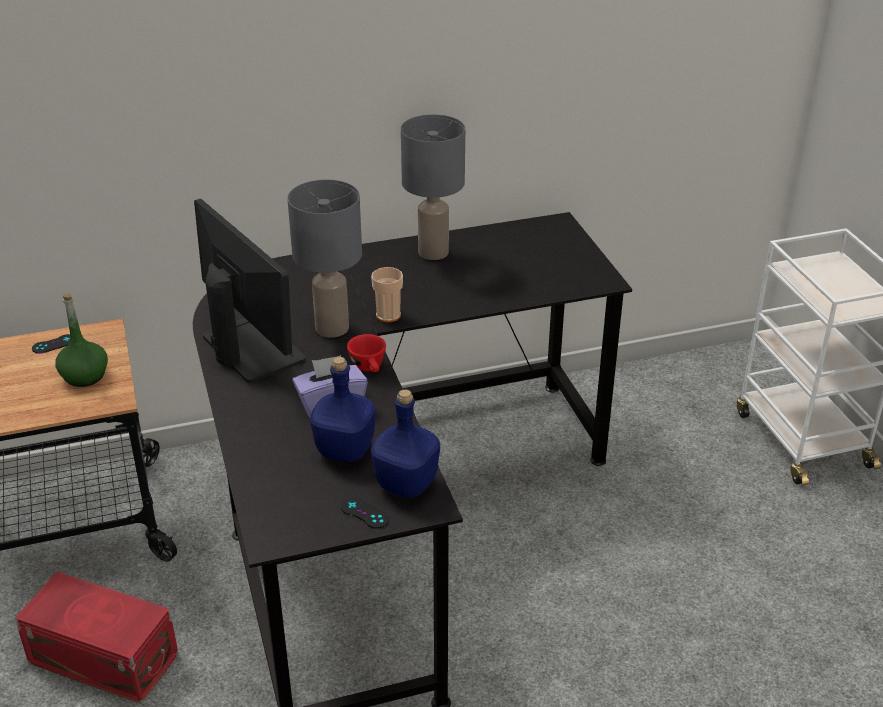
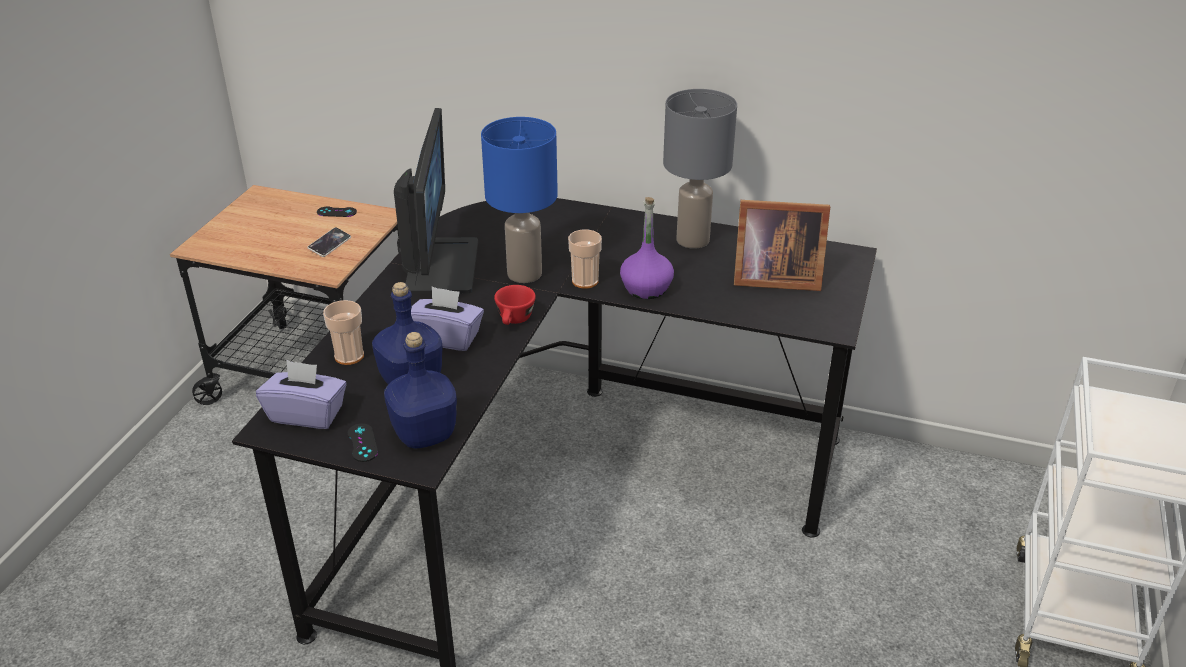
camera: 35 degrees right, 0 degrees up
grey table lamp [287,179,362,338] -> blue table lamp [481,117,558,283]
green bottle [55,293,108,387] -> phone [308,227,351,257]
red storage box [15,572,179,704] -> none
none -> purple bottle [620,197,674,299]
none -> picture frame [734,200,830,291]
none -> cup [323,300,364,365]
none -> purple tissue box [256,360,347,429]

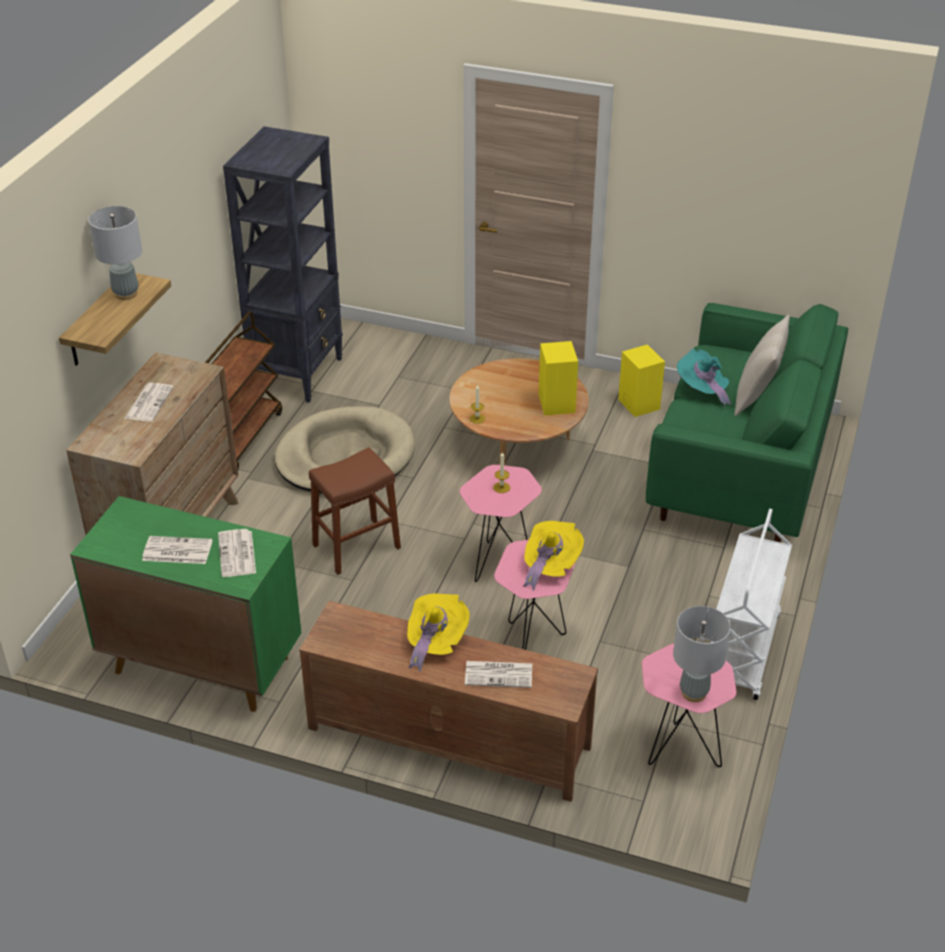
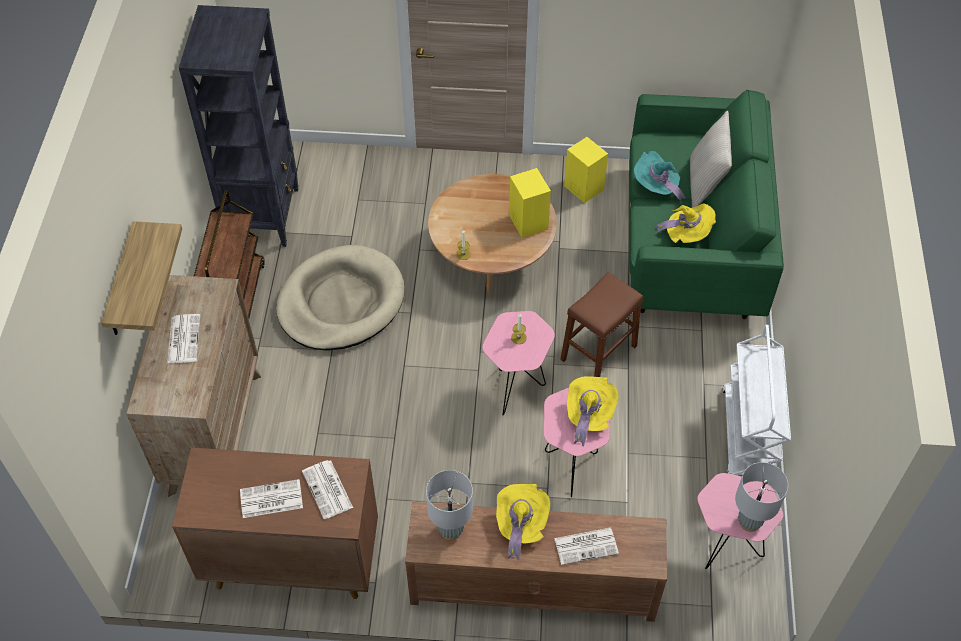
camera: 15 degrees left, 15 degrees up
grey table lamp [88,206,142,300] -> grey table lamp [426,470,473,540], relocated
brown stool [309,447,401,575] -> brown stool [560,272,643,377], relocated
green cabinet [70,496,301,712] -> brown cabinet [172,448,378,599]
none -> yellow hat [655,204,716,243]

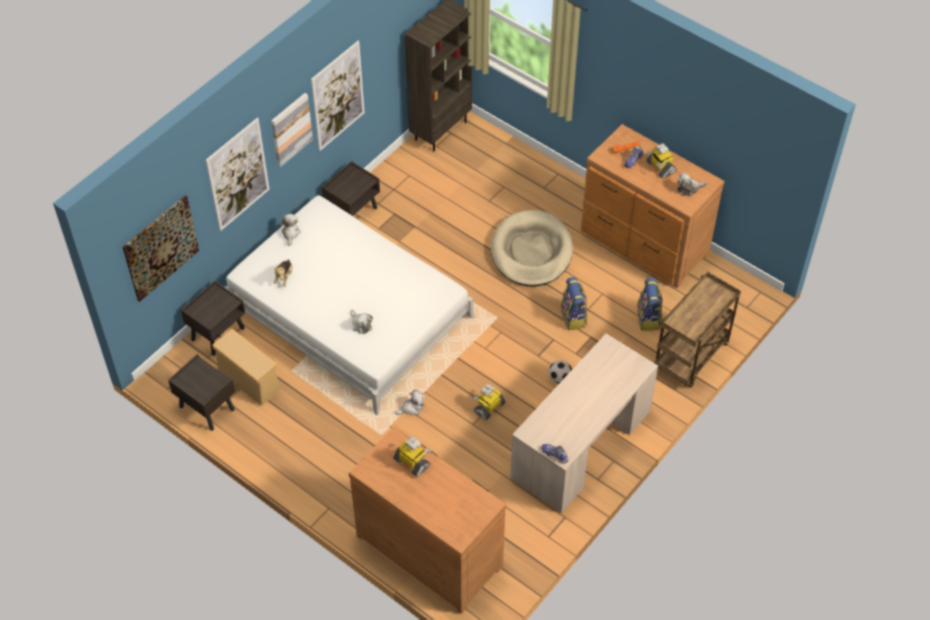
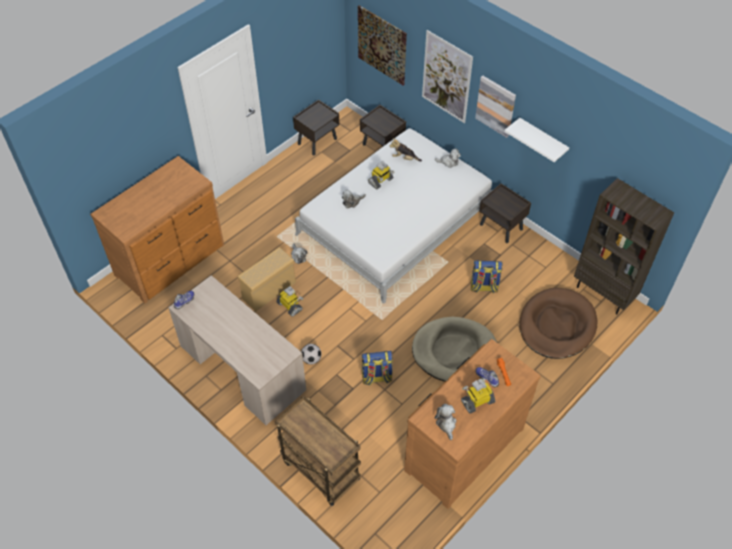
camera: 95 degrees right, 0 degrees up
picture [311,41,365,151] -> white shelf [504,118,569,162]
backpack [637,278,663,331] -> backpack [471,260,503,293], relocated
beige storage box [212,329,281,406] -> beige storage box [238,247,296,311], relocated
toy robot [394,436,431,477] -> toy robot [368,161,394,189], relocated
none -> brown dog bed [519,288,597,359]

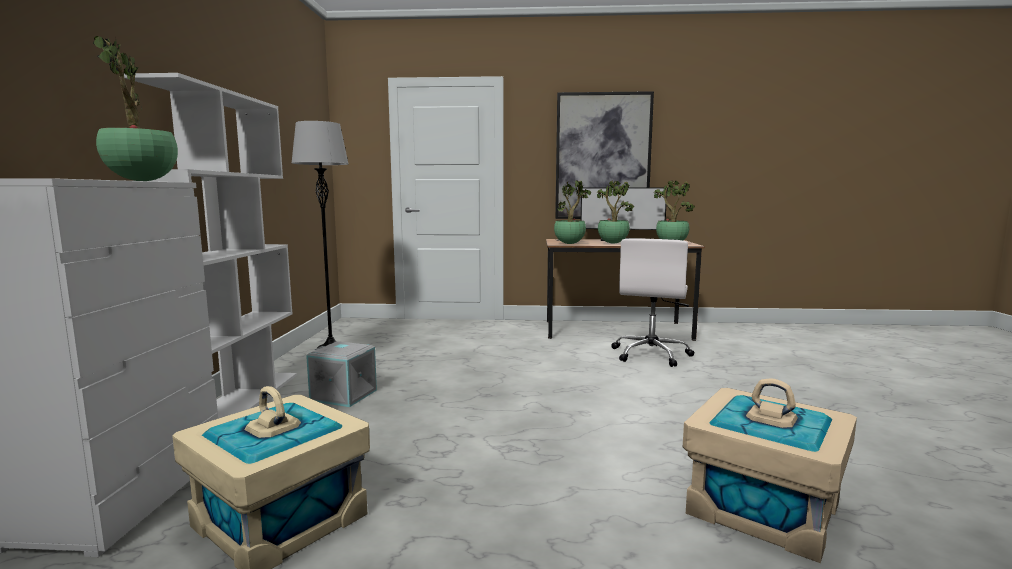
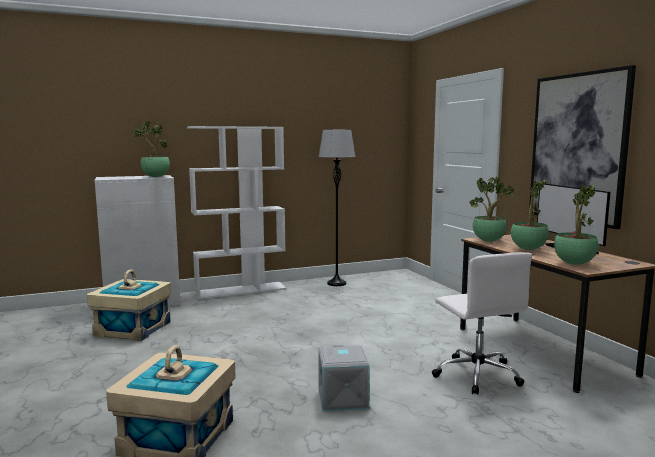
camera: 65 degrees right, 0 degrees up
white office chair [611,238,694,367] -> white office chair [432,252,532,395], 105 degrees counterclockwise
grey storage box [306,341,377,407] -> grey storage box [318,345,369,411], relocated

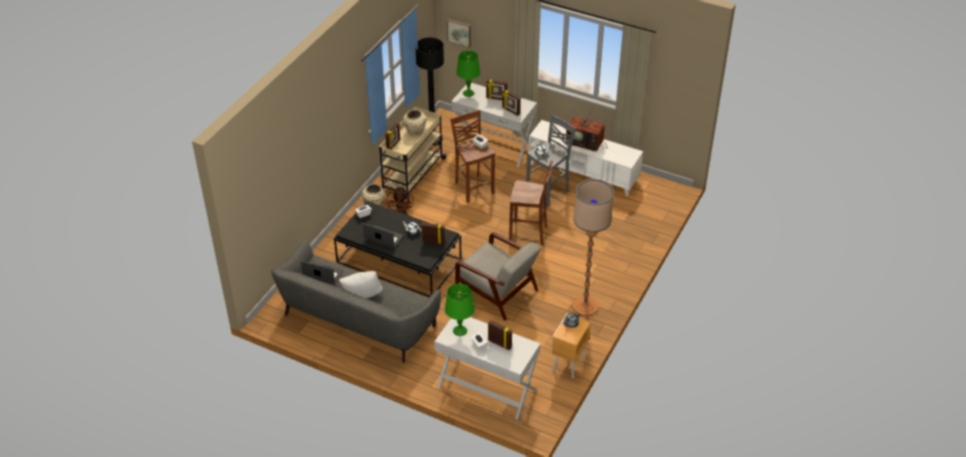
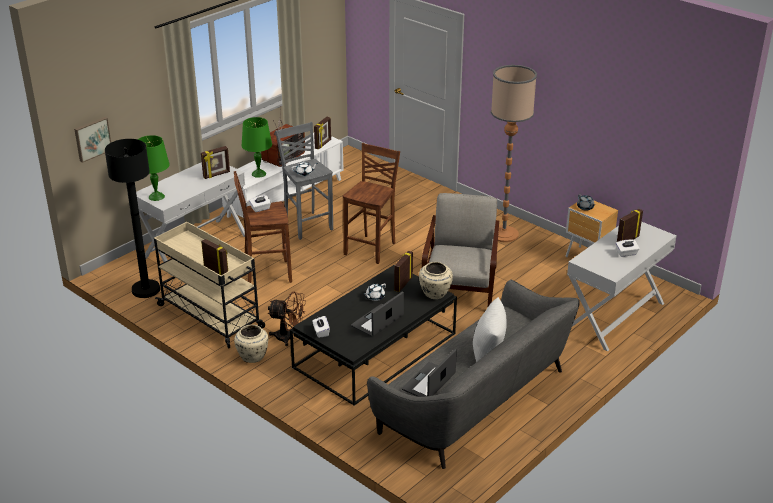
camera: 75 degrees left, 10 degrees down
picture frame [486,79,507,100] -> picture frame [314,117,331,150], relocated
beige vase [403,110,426,136] -> beige vase [419,262,453,299], relocated
grey armchair [455,232,541,320] -> grey armchair [422,193,499,308], 45 degrees counterclockwise
green table lamp [445,284,475,336] -> green table lamp [241,117,272,178], relocated

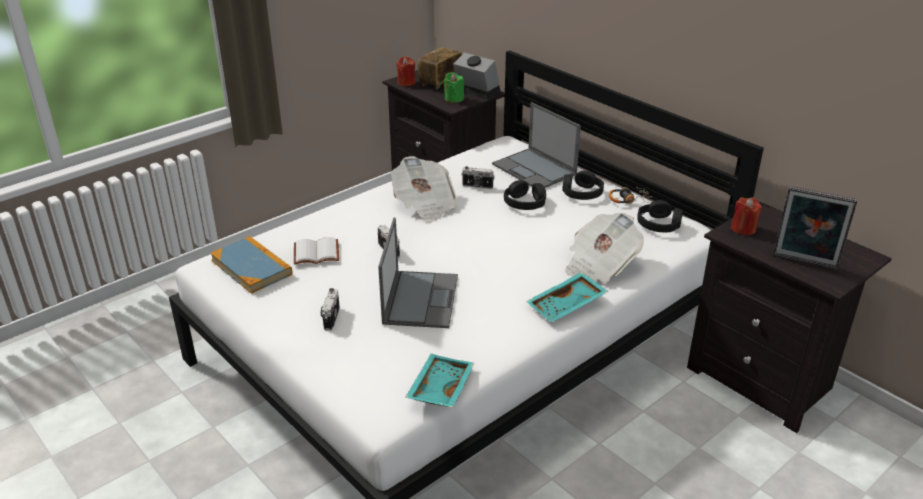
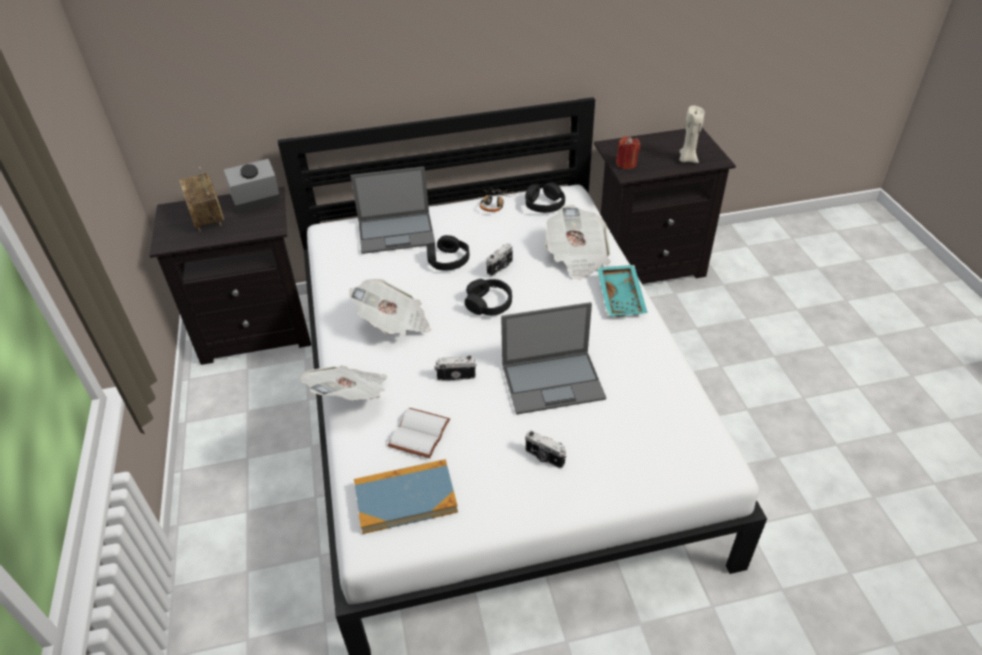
camera: 60 degrees left, 10 degrees up
red candle [396,56,416,86] -> none
green candle [444,72,464,103] -> none
photo camera [461,166,495,189] -> photo camera [486,243,513,276], relocated
black headphones [562,171,604,200] -> black headphones [465,279,512,316], relocated
picture frame [773,186,858,270] -> beige candle [679,106,705,163]
laptop [378,218,458,328] -> laptop [501,302,606,415], 135 degrees clockwise
turquoise tray [405,354,475,408] -> none
none -> newspaper [300,365,387,400]

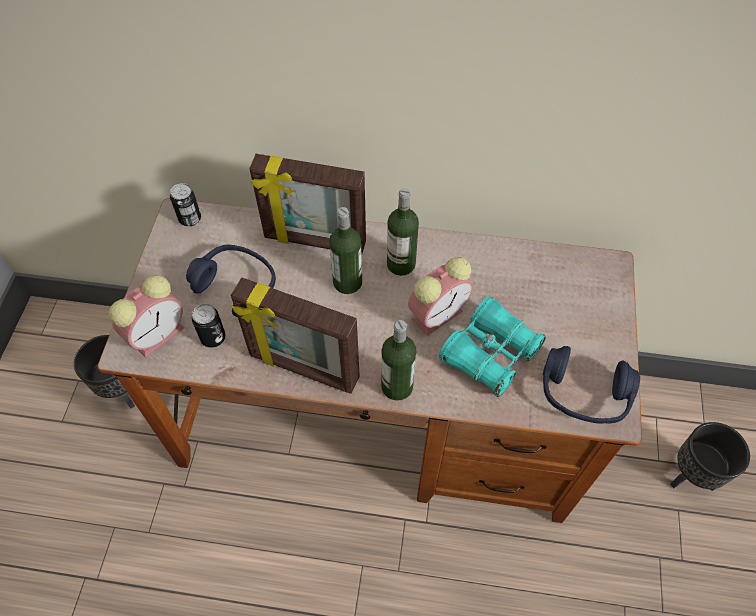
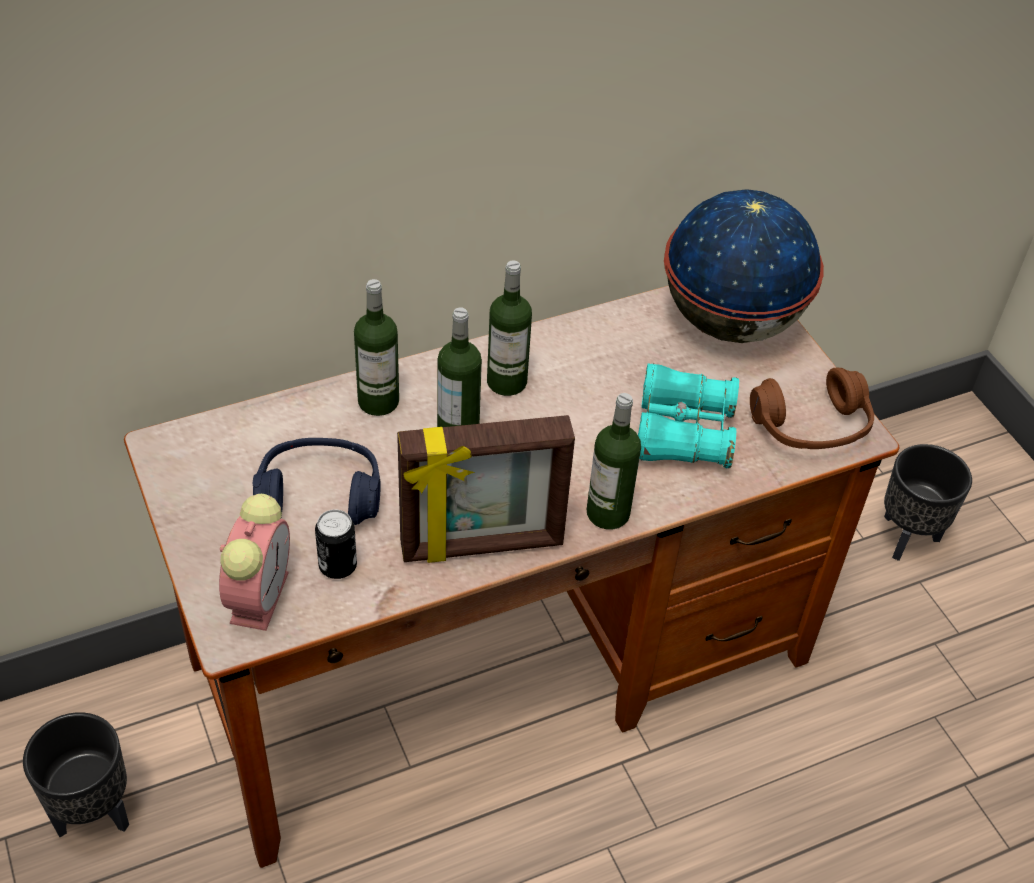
camera: 35 degrees left, 10 degrees down
picture frame [249,154,366,255] -> bottle [354,279,399,416]
can [170,183,201,226] -> none
alarm clock [408,257,473,336] -> none
blue headphones [543,346,640,424] -> brown headphones [750,368,874,449]
none -> globe [664,189,824,343]

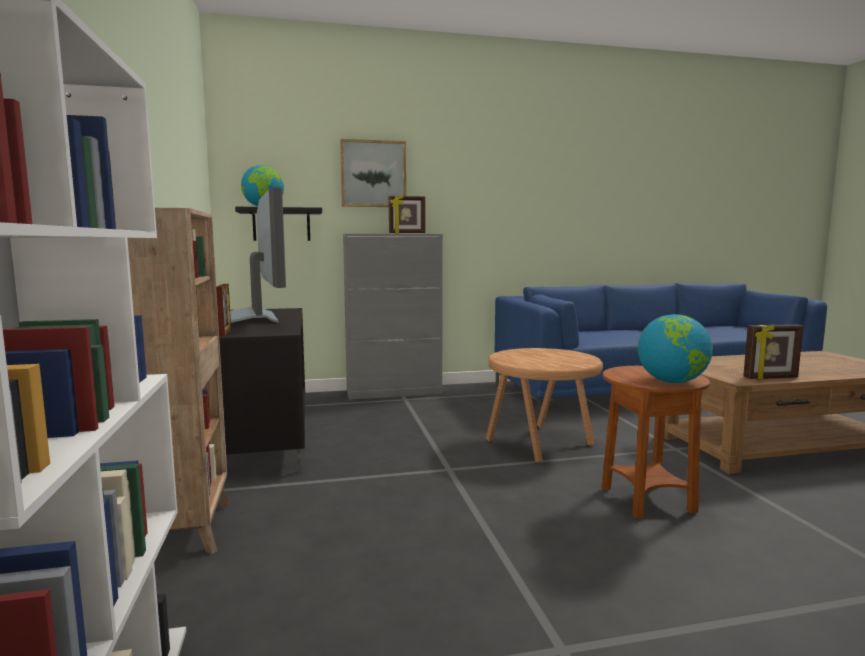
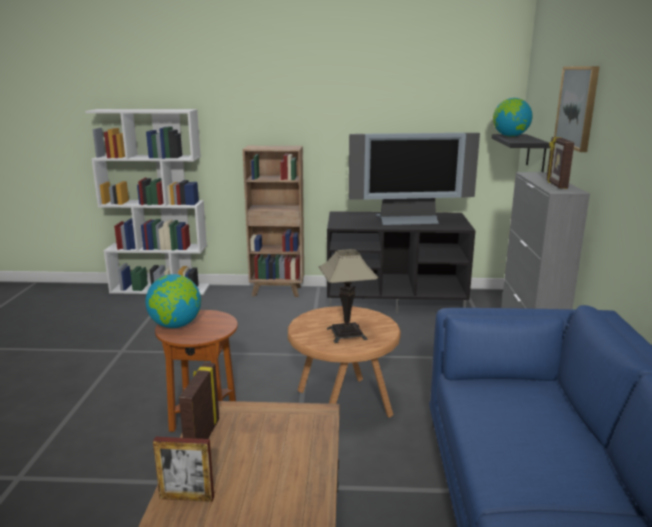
camera: 105 degrees right, 10 degrees up
picture frame [216,284,231,336] -> picture frame [153,437,214,502], relocated
none -> table lamp [319,249,378,343]

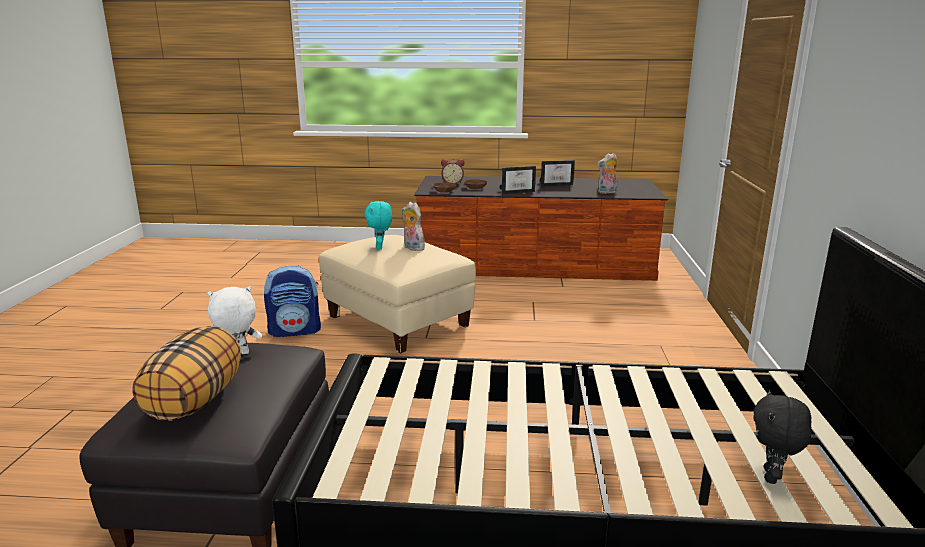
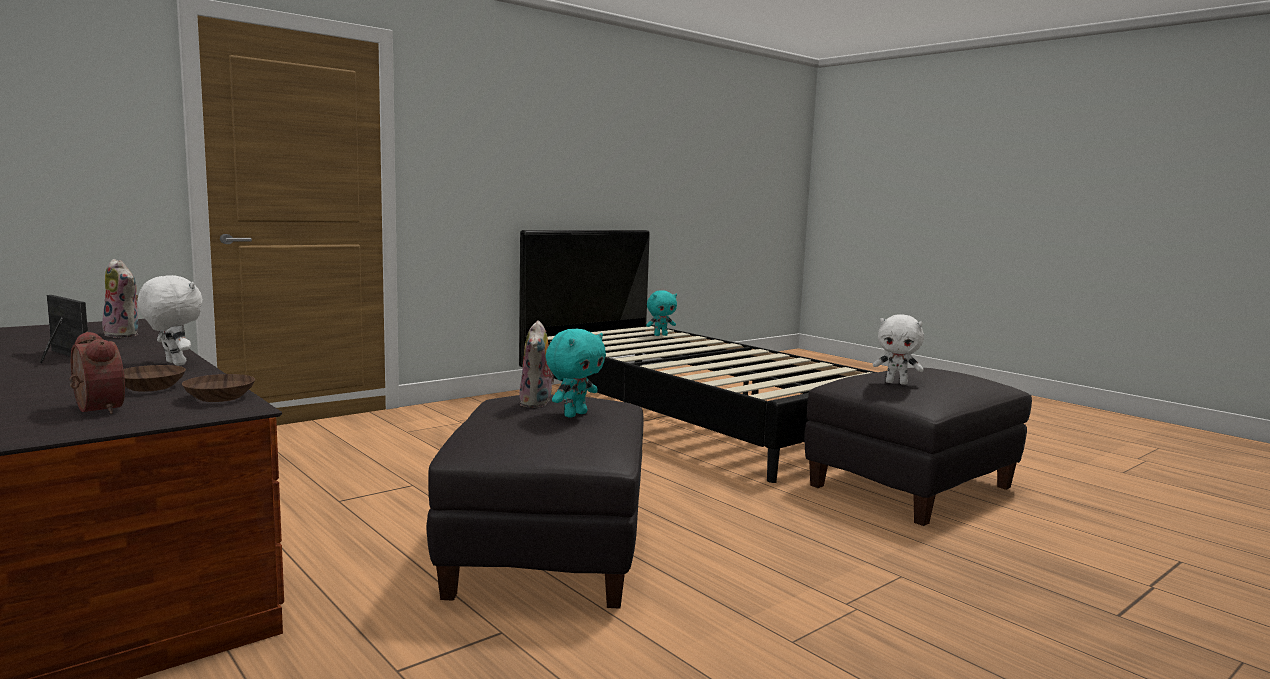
camera: 135 degrees left, 10 degrees down
picture frame [499,166,536,194] -> white plush toy [137,275,203,366]
beige ottoman [319,235,476,353] -> black ottoman [426,395,644,609]
backpack [264,265,321,337] -> none
pillow [132,326,241,421] -> none
black plush toy [754,390,811,484] -> turquoise plush toy [646,290,677,336]

